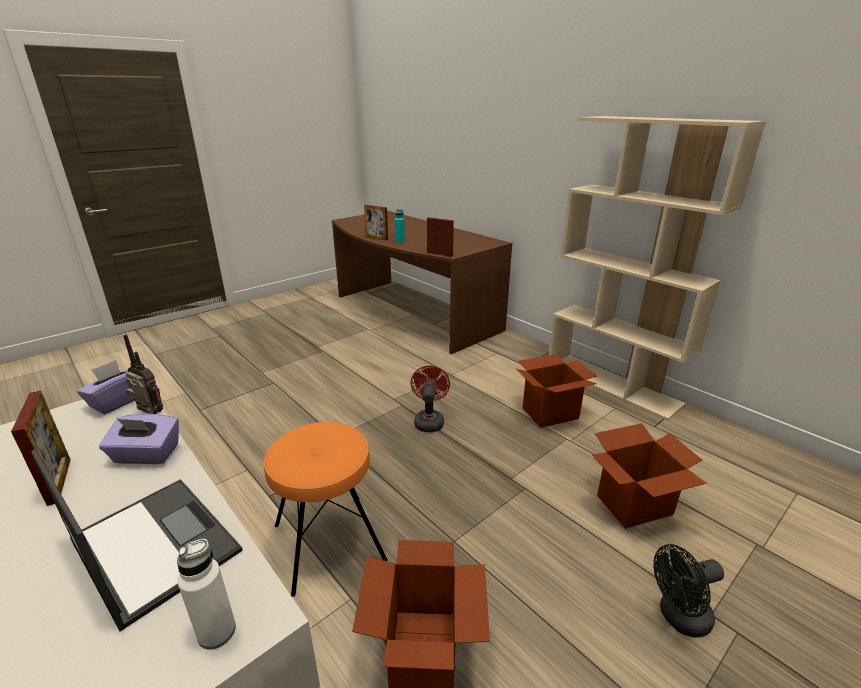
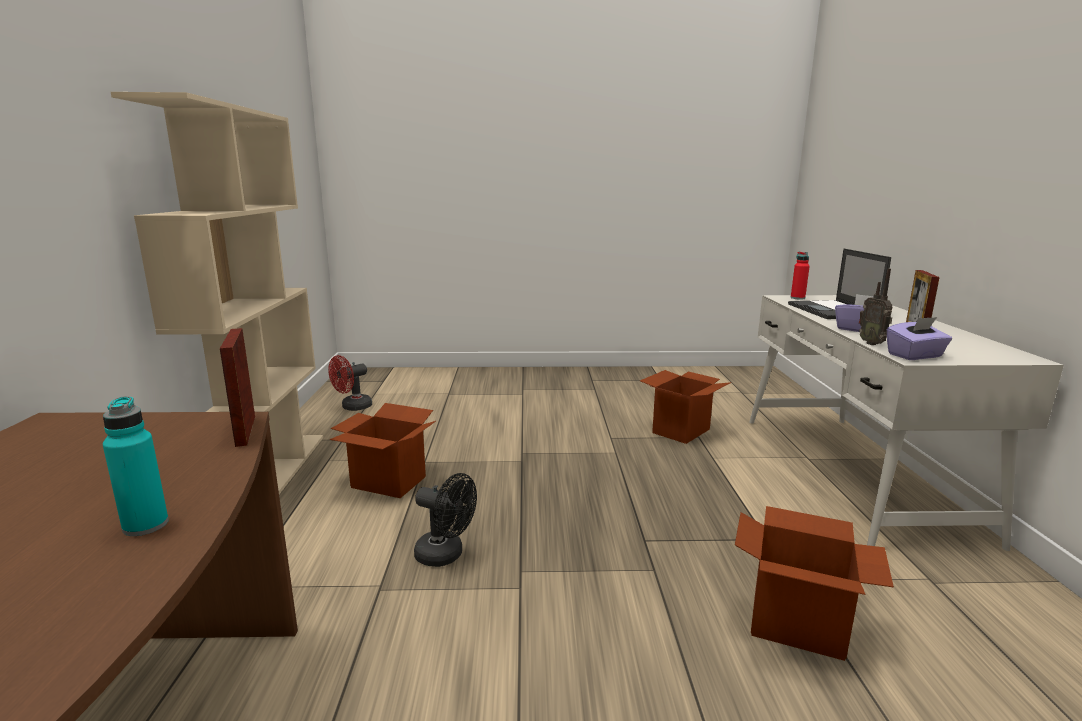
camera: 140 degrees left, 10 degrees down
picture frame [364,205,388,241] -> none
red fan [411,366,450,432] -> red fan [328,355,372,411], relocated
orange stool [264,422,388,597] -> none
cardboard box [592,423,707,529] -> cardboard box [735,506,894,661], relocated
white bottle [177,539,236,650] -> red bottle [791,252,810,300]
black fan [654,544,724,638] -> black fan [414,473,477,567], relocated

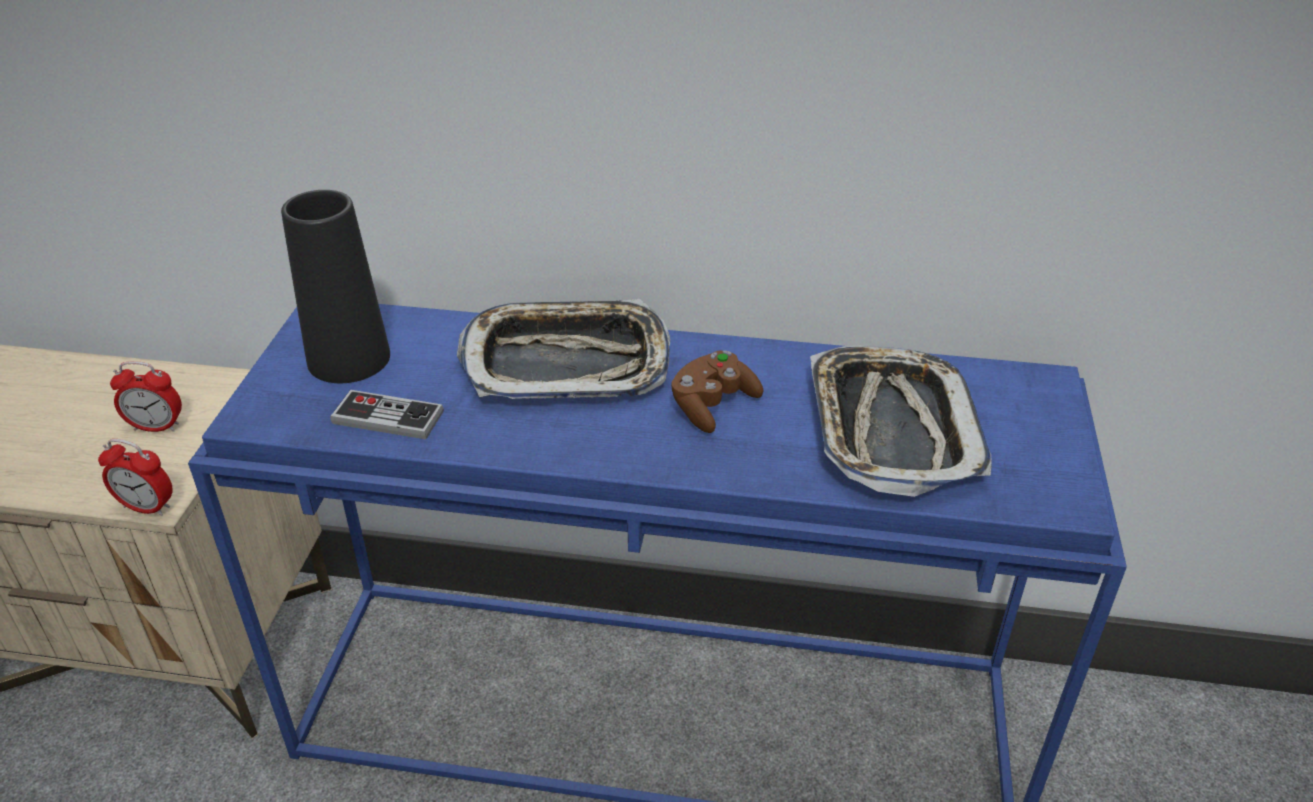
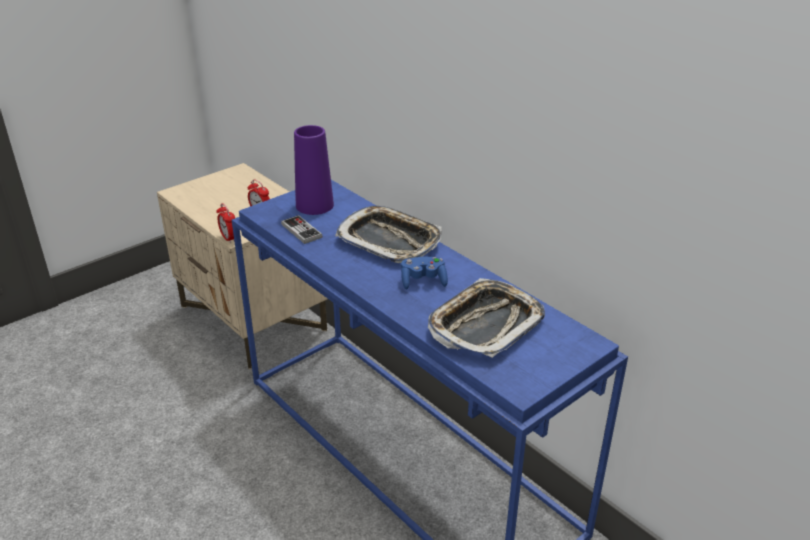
camera: 40 degrees right, 5 degrees down
black vase [281,190,390,383] -> purple vase [294,125,334,215]
brown game controller [671,351,764,433] -> blue game controller [401,257,448,289]

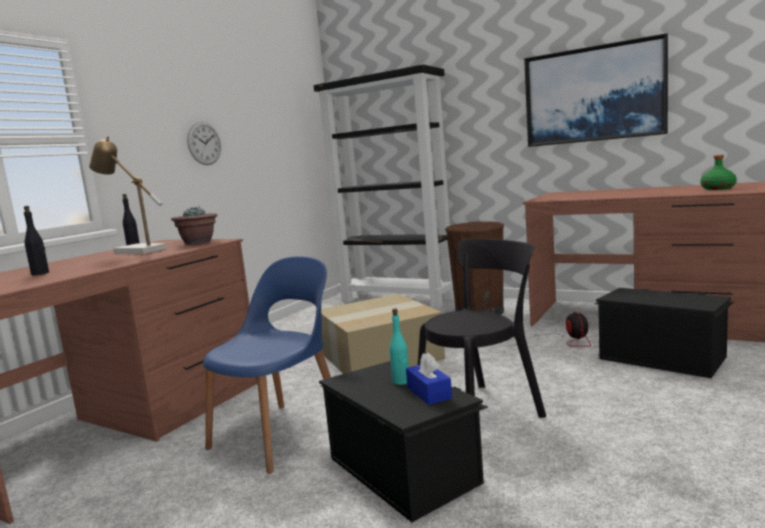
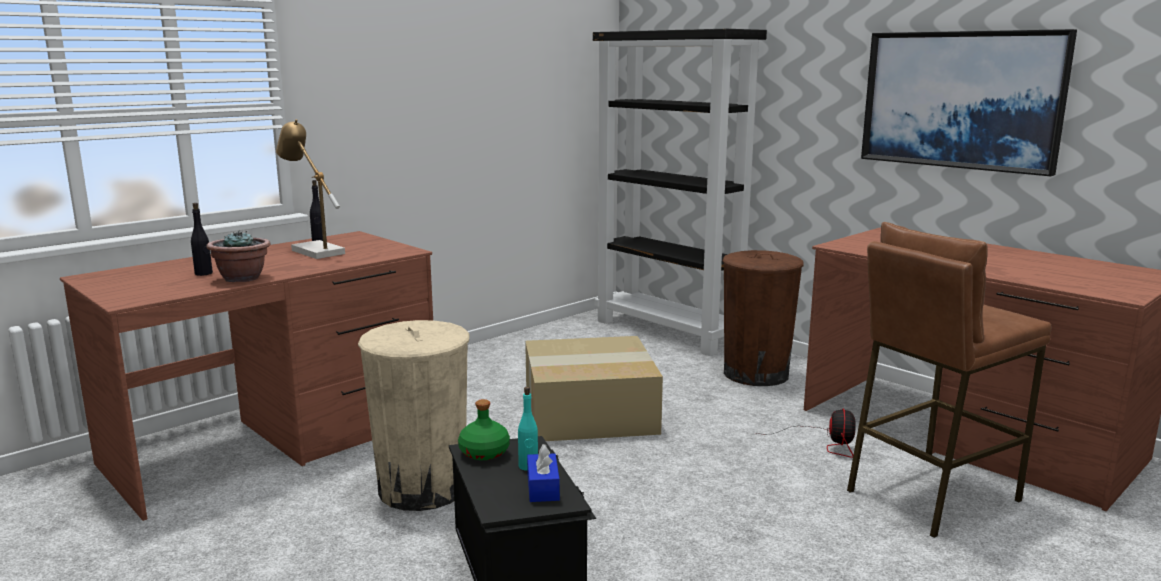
camera: 15 degrees right, 5 degrees up
wall clock [187,122,221,165] -> none
green bottle [700,155,737,190] -> green bottle [458,399,510,460], relocated
potted plant [171,206,217,245] -> potted plant [206,230,270,282], relocated
black chair [418,239,546,418] -> none
blue chair [203,256,331,474] -> beige trash can [358,320,469,511]
black storage box [594,288,734,378] -> brown stool [847,222,1051,538]

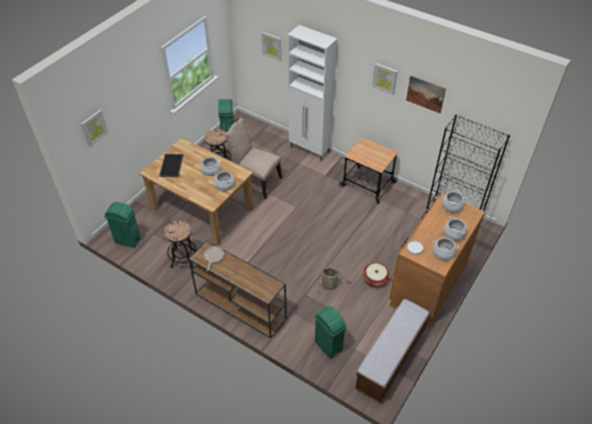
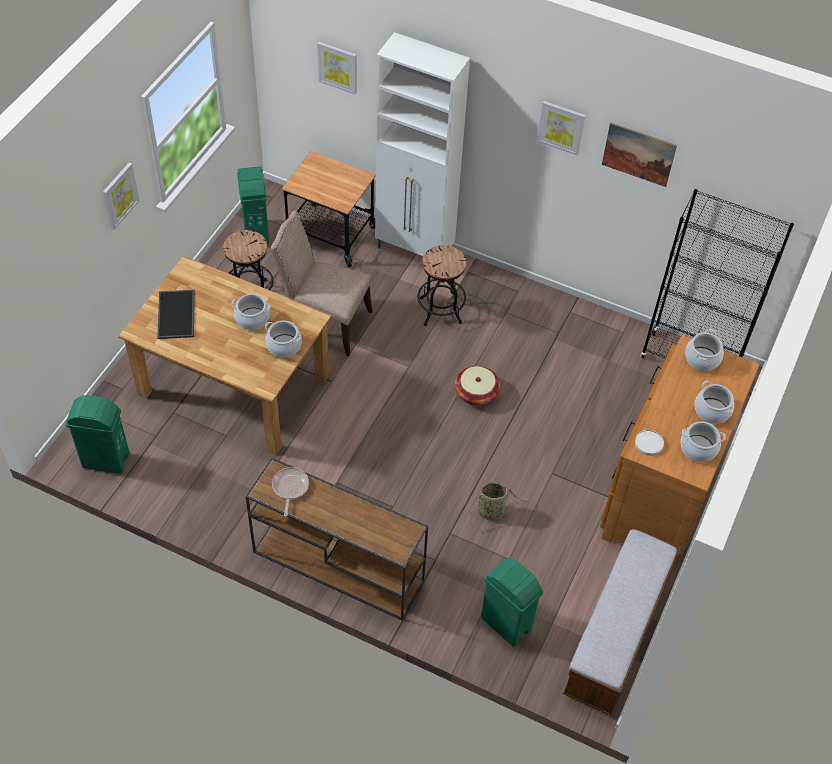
camera: 10 degrees left, 5 degrees up
picture [81,110,108,147] -> picture [103,163,139,230], relocated
cart [339,137,398,204] -> cart [281,151,376,268], relocated
black stool [164,221,197,268] -> black stool [418,245,466,326], relocated
basket [363,263,390,287] -> basket [455,366,500,406], relocated

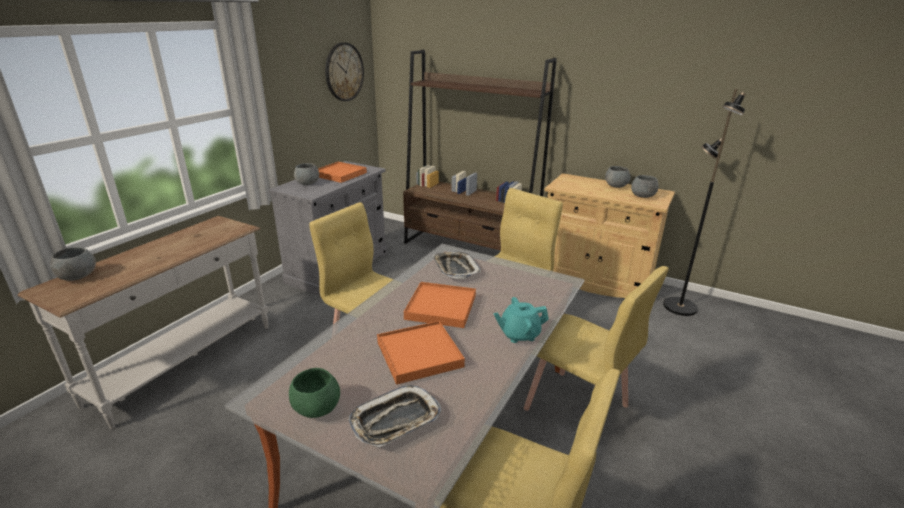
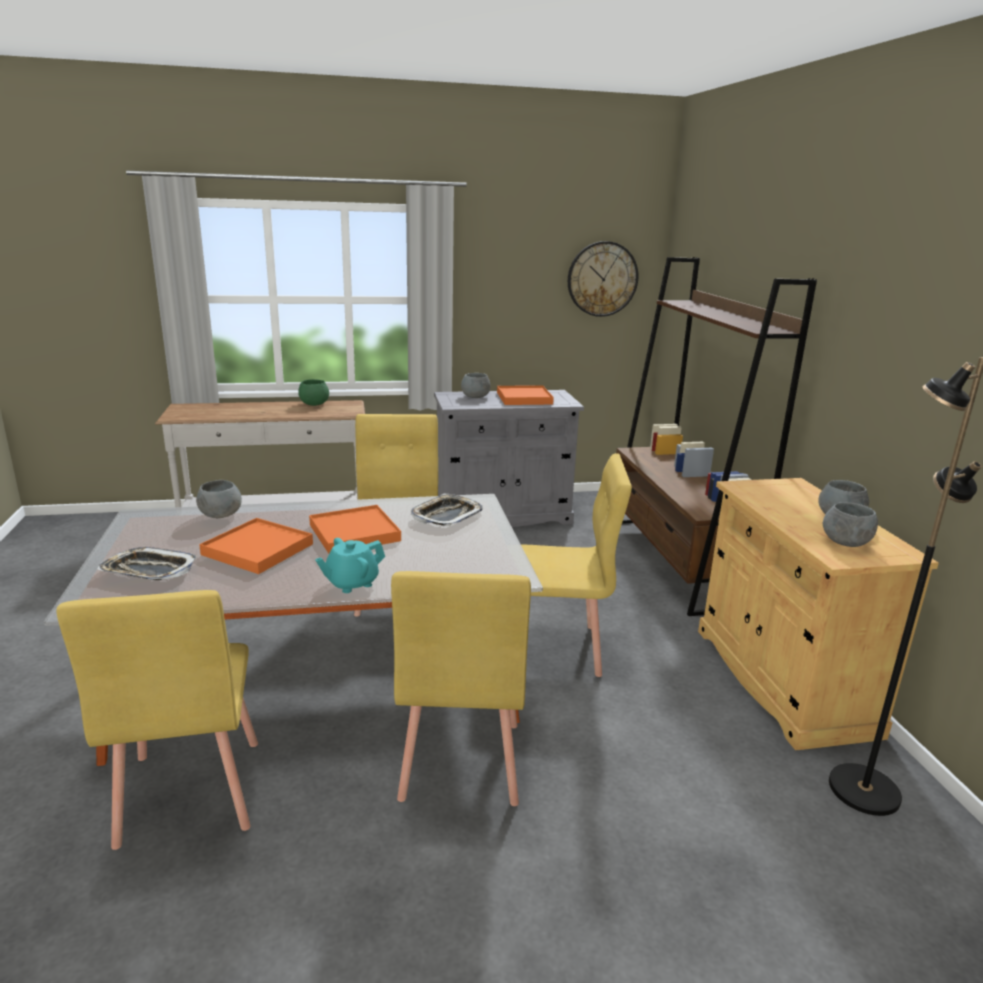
camera: 50 degrees right, 5 degrees down
grey bowl [50,247,96,281] -> grey bowl [196,480,242,518], relocated
turquoise teapot [493,297,549,343] -> turquoise teapot [315,538,385,593], 75 degrees counterclockwise
green bowl [289,368,340,418] -> green bowl [298,379,329,406], relocated

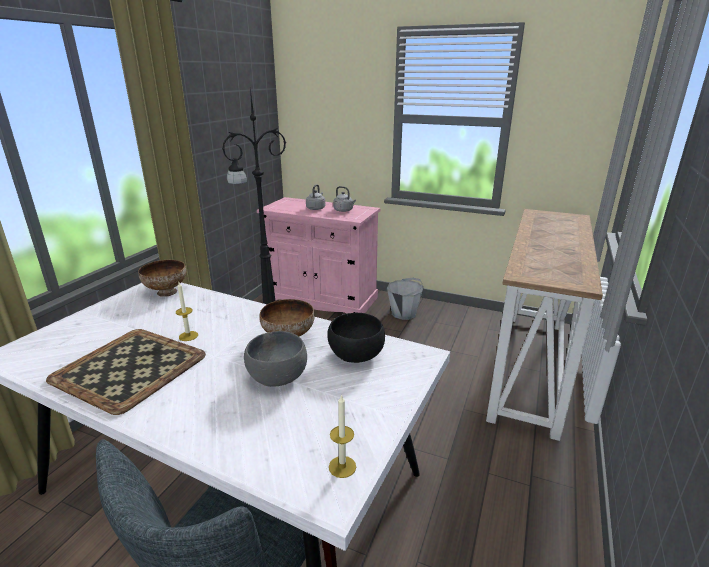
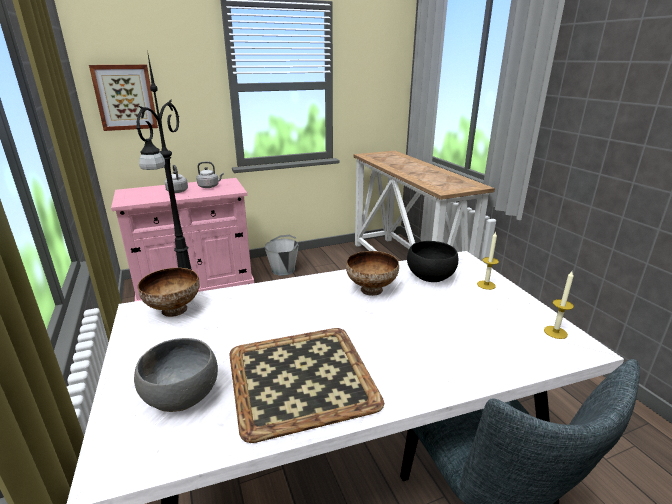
camera: 45 degrees left, 0 degrees up
candle [176,283,198,341] -> candle [477,232,499,290], relocated
grey bowl [244,331,307,387] -> grey bowl [134,338,218,412], relocated
none -> picture [89,65,158,131]

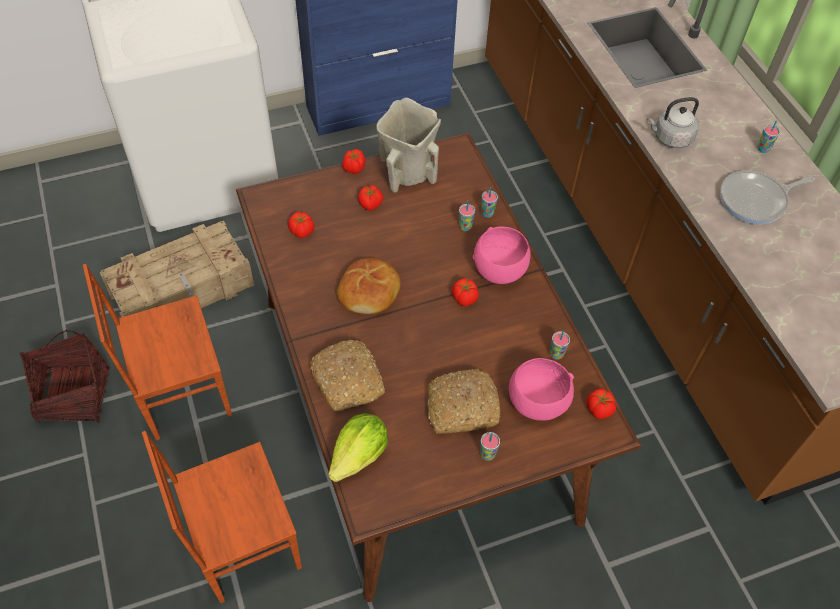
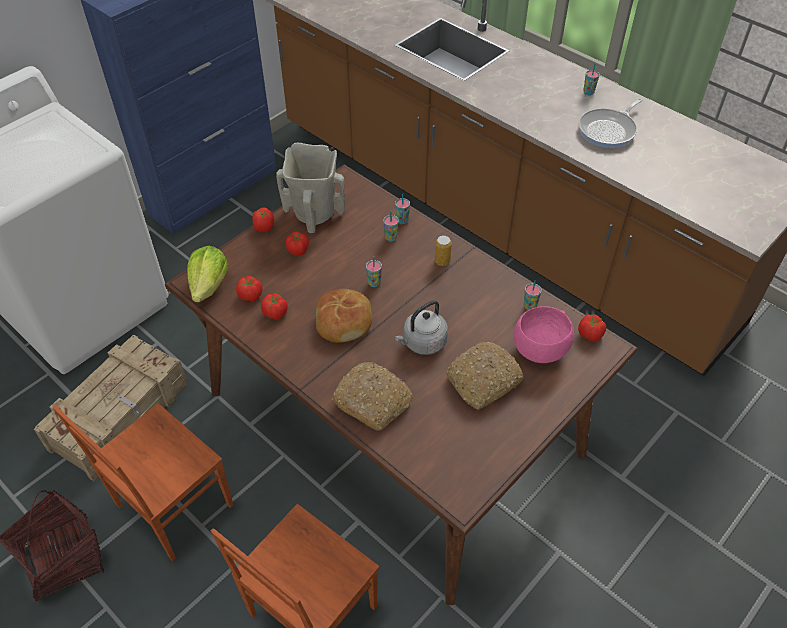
camera: 25 degrees left, 5 degrees down
grey kettle [647,97,699,148] -> grey kettle [395,300,448,355], relocated
pink bowl [473,226,531,284] -> can [435,235,452,266]
tomato [452,278,479,306] -> tomato [261,293,288,320], relocated
lettuce [328,413,388,482] -> lettuce [187,246,228,302], relocated
cup [480,432,500,461] -> cup [366,256,382,287], relocated

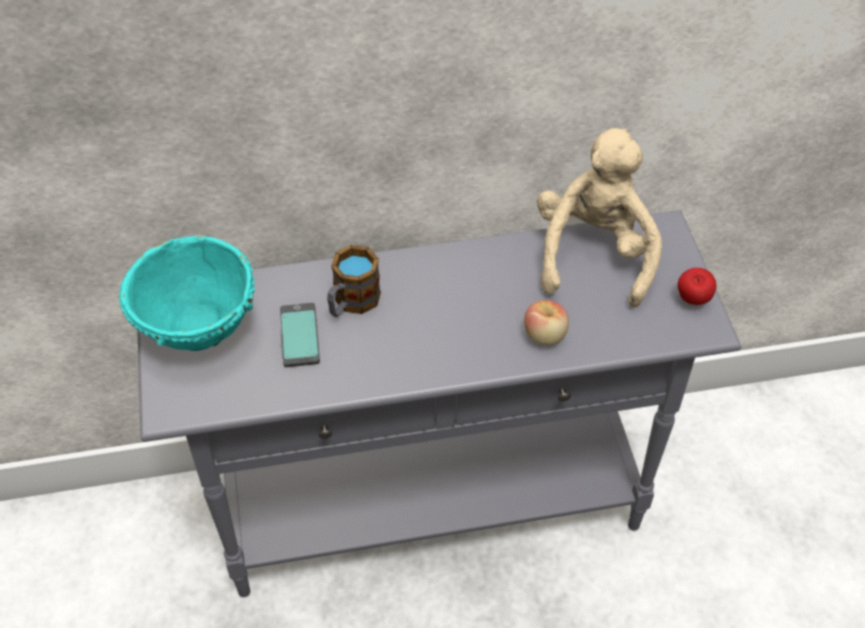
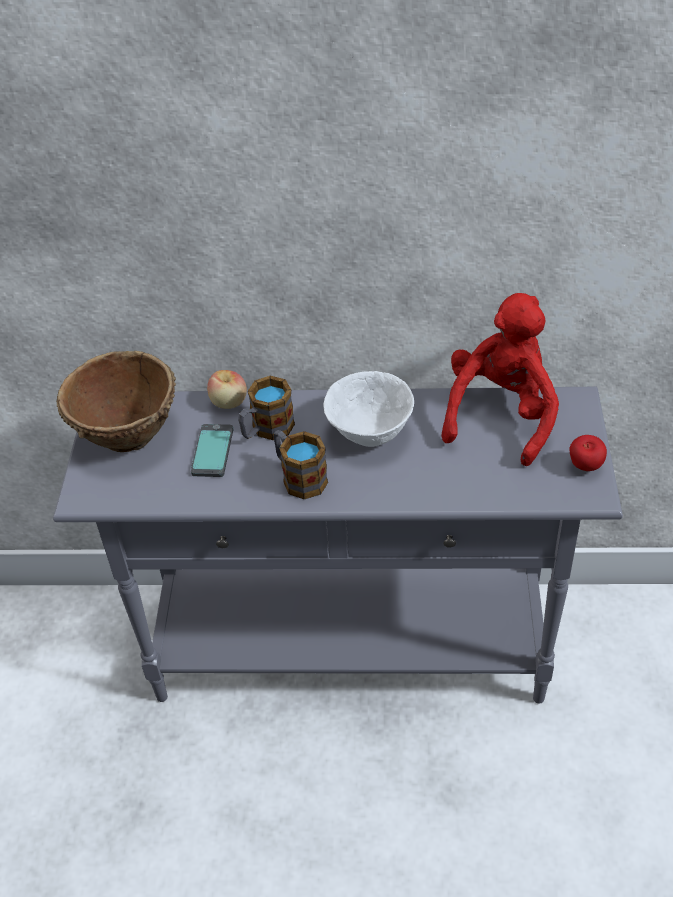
camera: 15 degrees right, 5 degrees down
beige plush toy [537,128,662,308] -> red plush toy [441,293,559,466]
turquoise bowl [119,236,255,351] -> brown bowl [56,351,176,452]
apple [524,300,569,345] -> apple [207,370,247,409], relocated
none -> white bowl [323,371,414,447]
none -> mug [273,430,328,499]

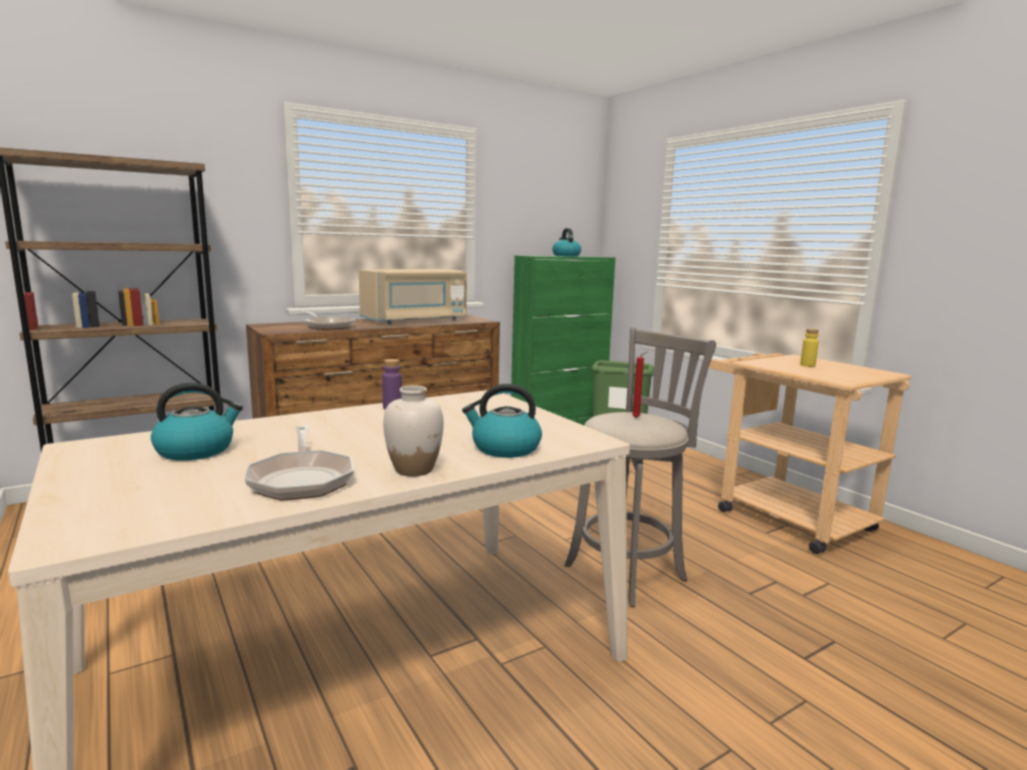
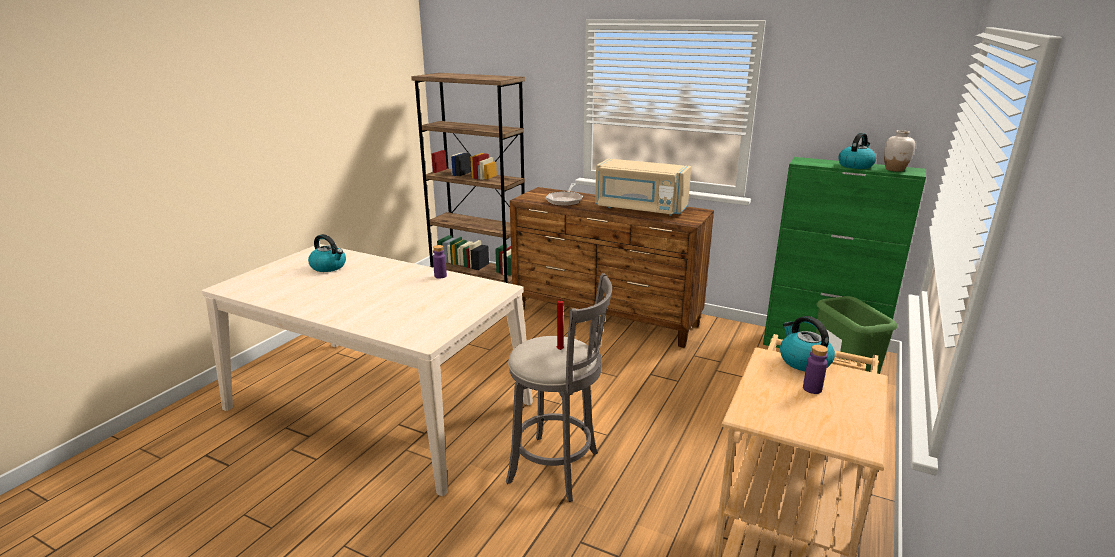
camera: 60 degrees right, 10 degrees up
yellow bottle [800,329,819,367] -> purple bottle [803,345,828,394]
kettle [462,384,542,458] -> kettle [780,316,835,371], relocated
white vase [383,385,444,477] -> white vase [884,130,915,172], relocated
frying pan [245,425,354,501] -> none

